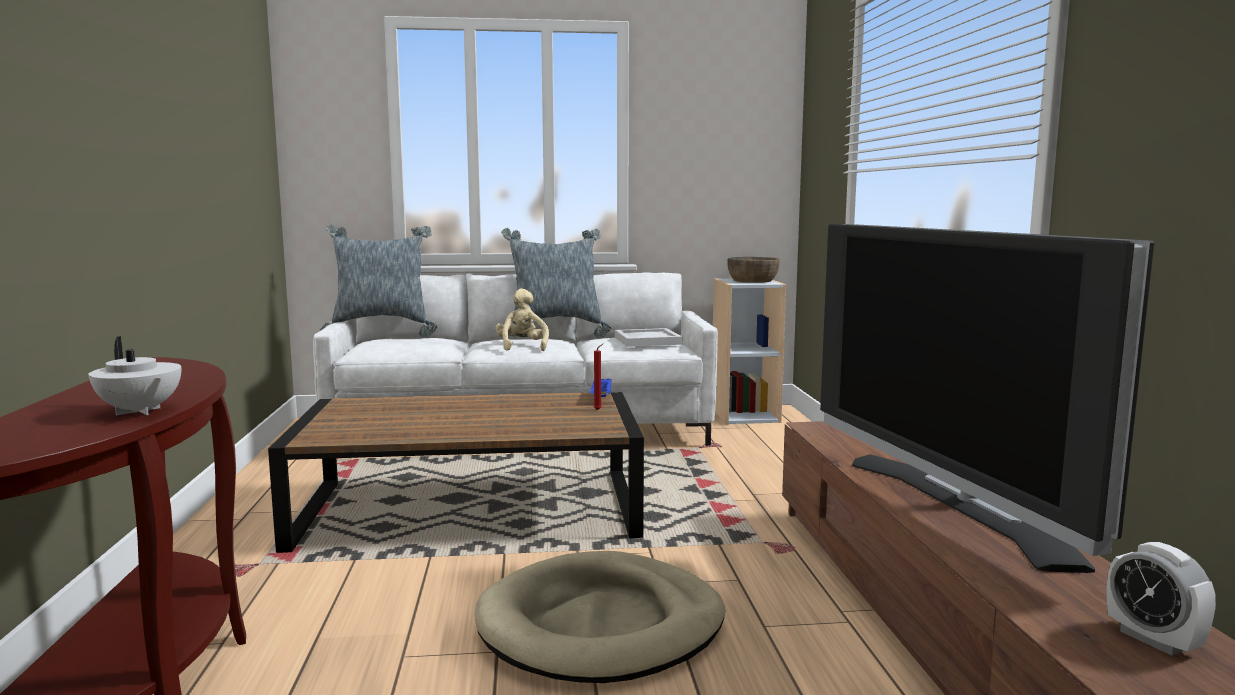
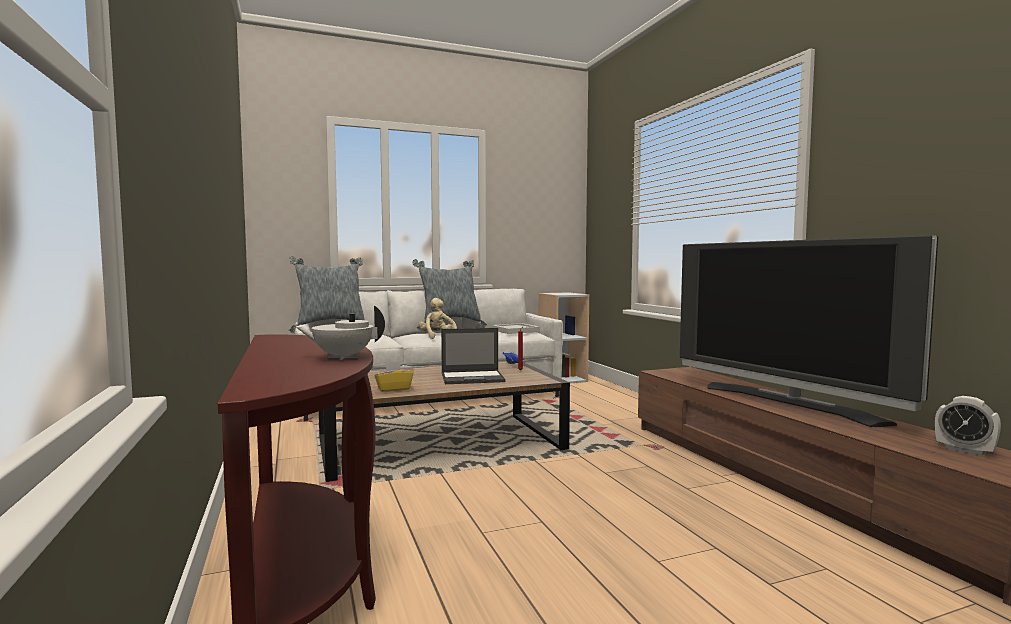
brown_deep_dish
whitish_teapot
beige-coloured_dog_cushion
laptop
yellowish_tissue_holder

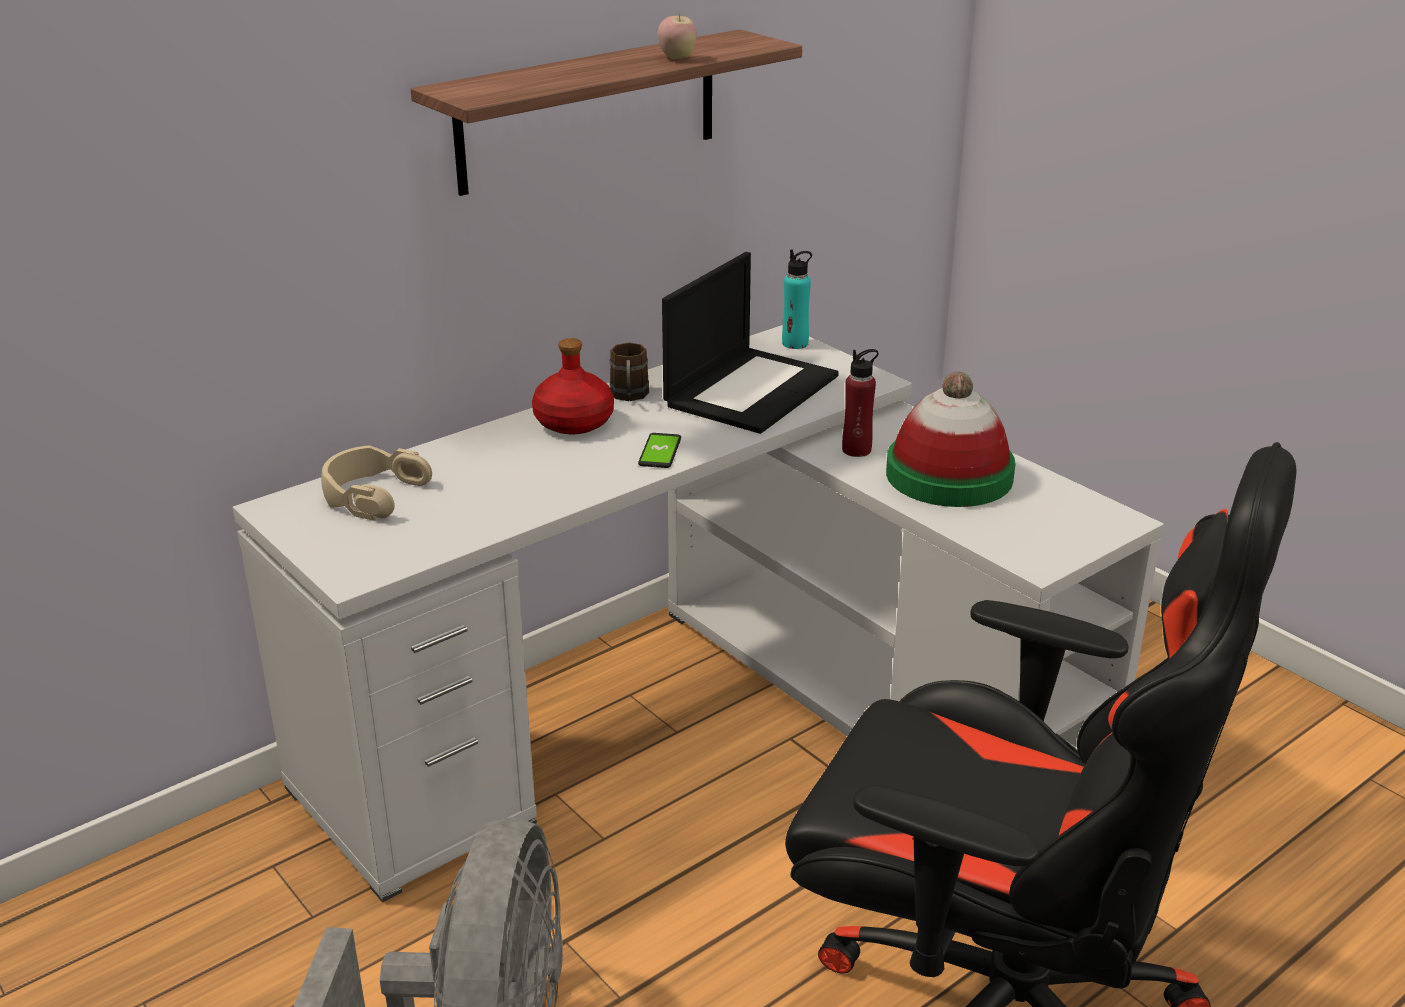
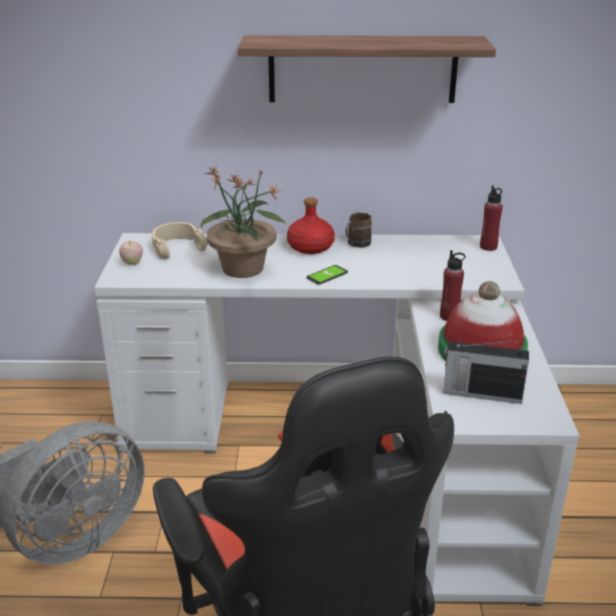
whole_apple
red_bottle (3rd from left)
laptop
houseplant
radio_set

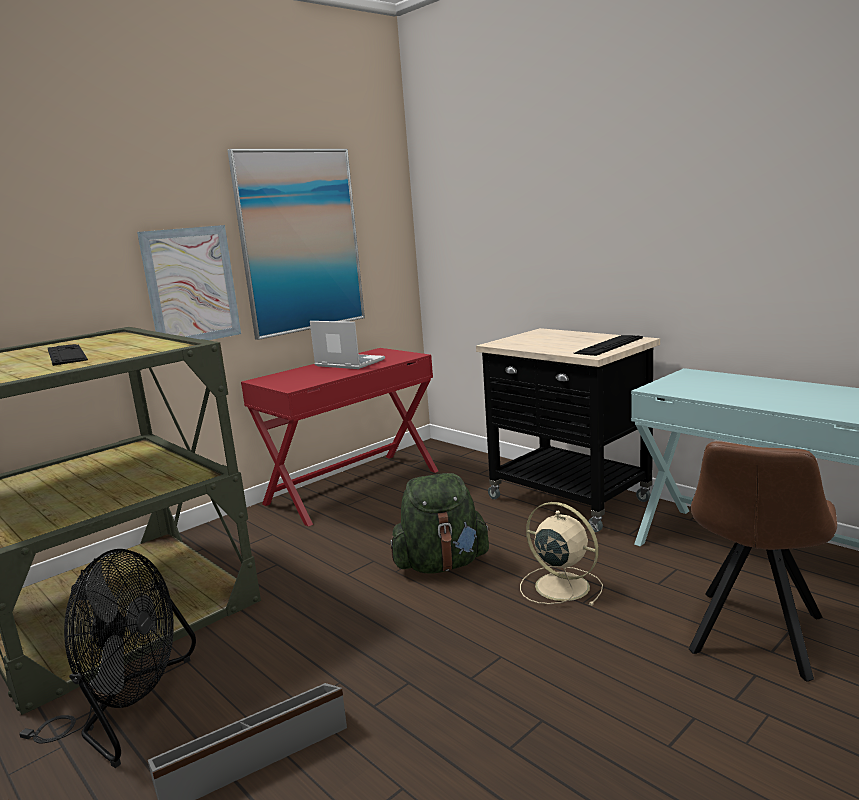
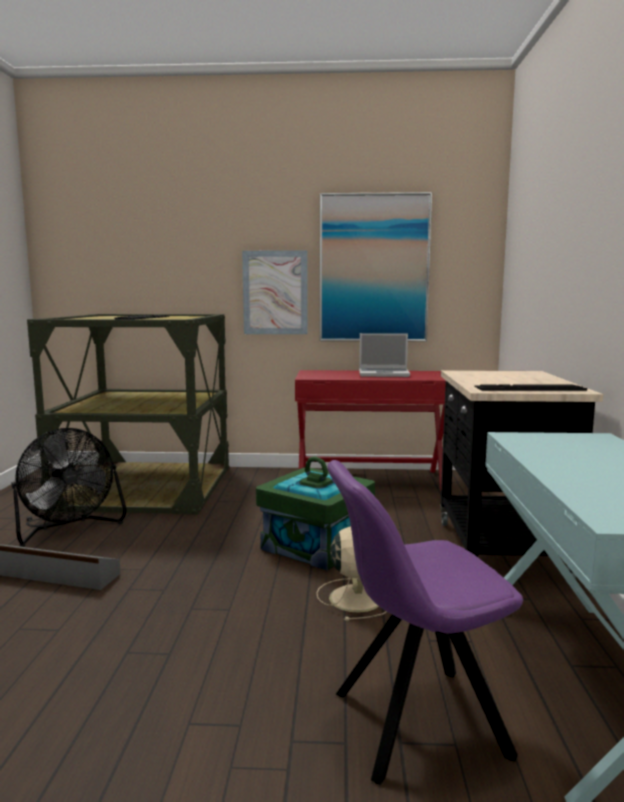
laptop
purple-coloured_chair
greenish_storage_box

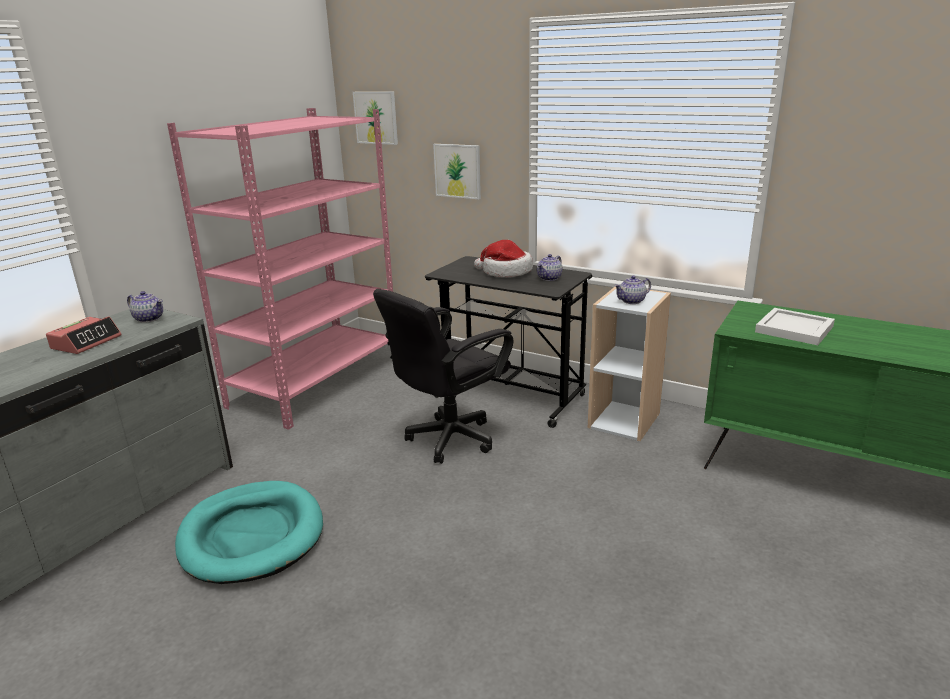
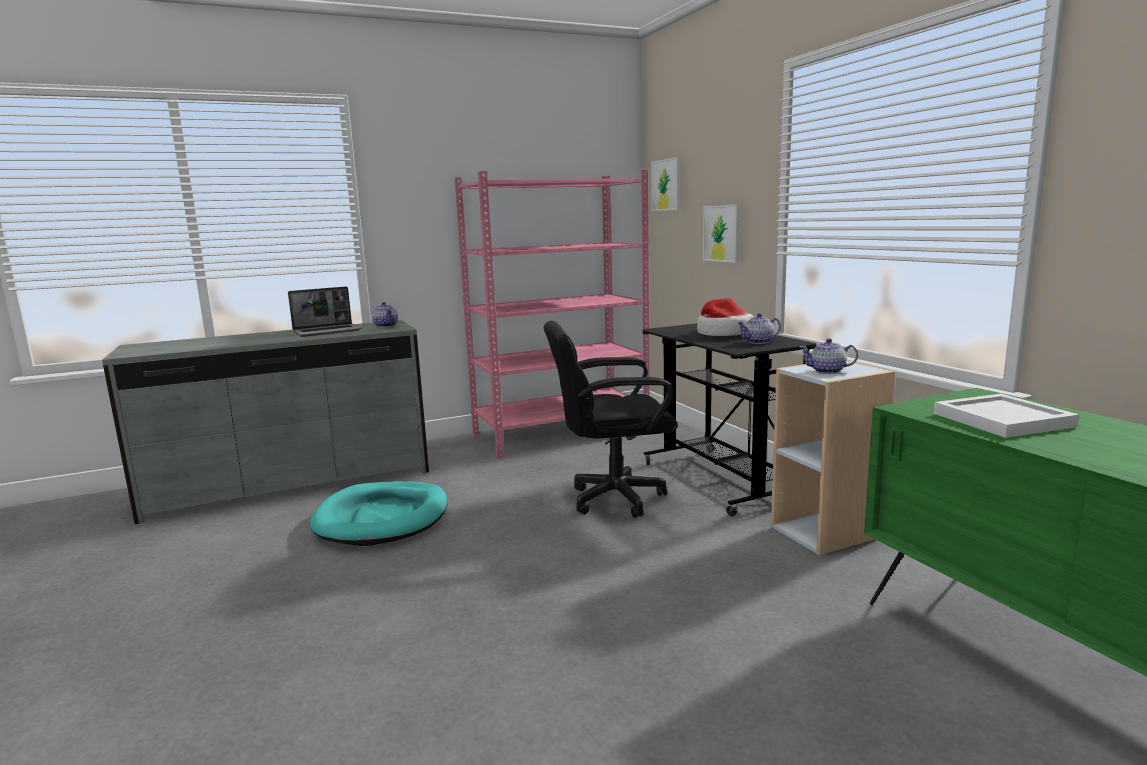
laptop

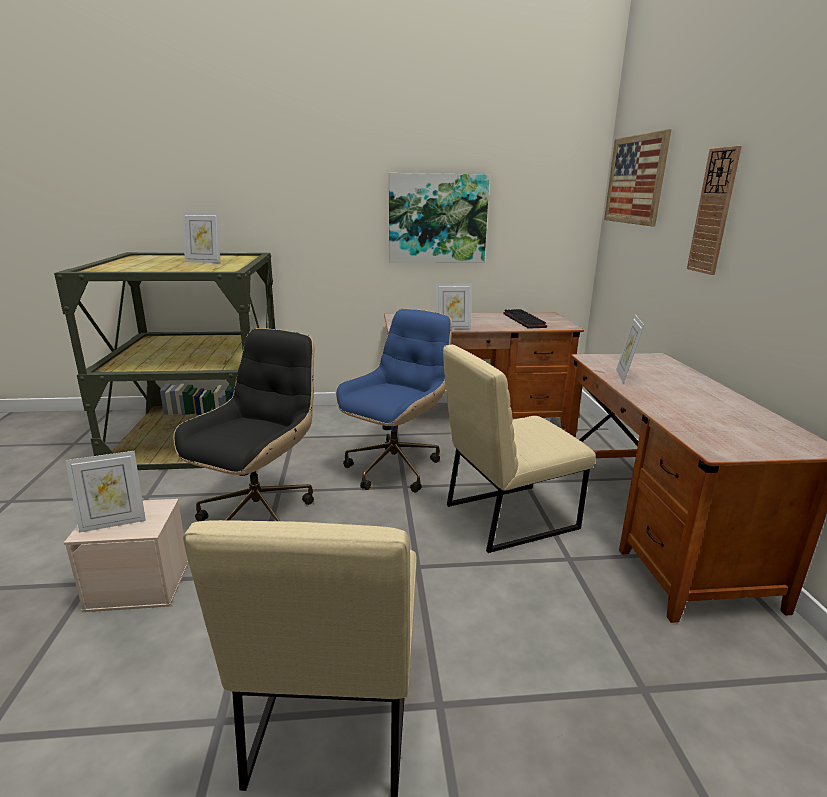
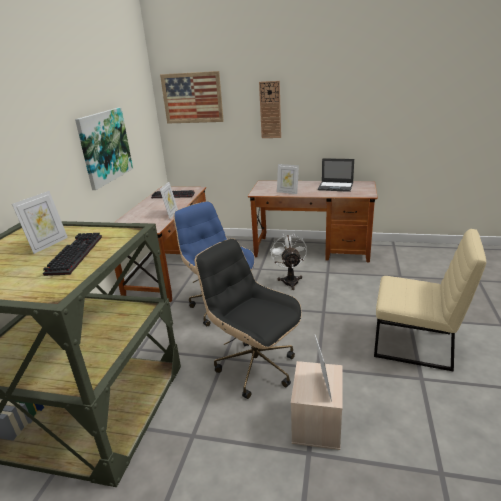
whitish_fan
laptop
keyboard (1st from left)

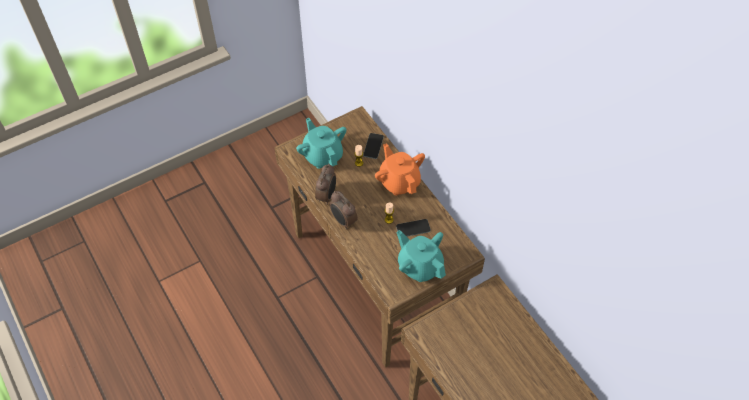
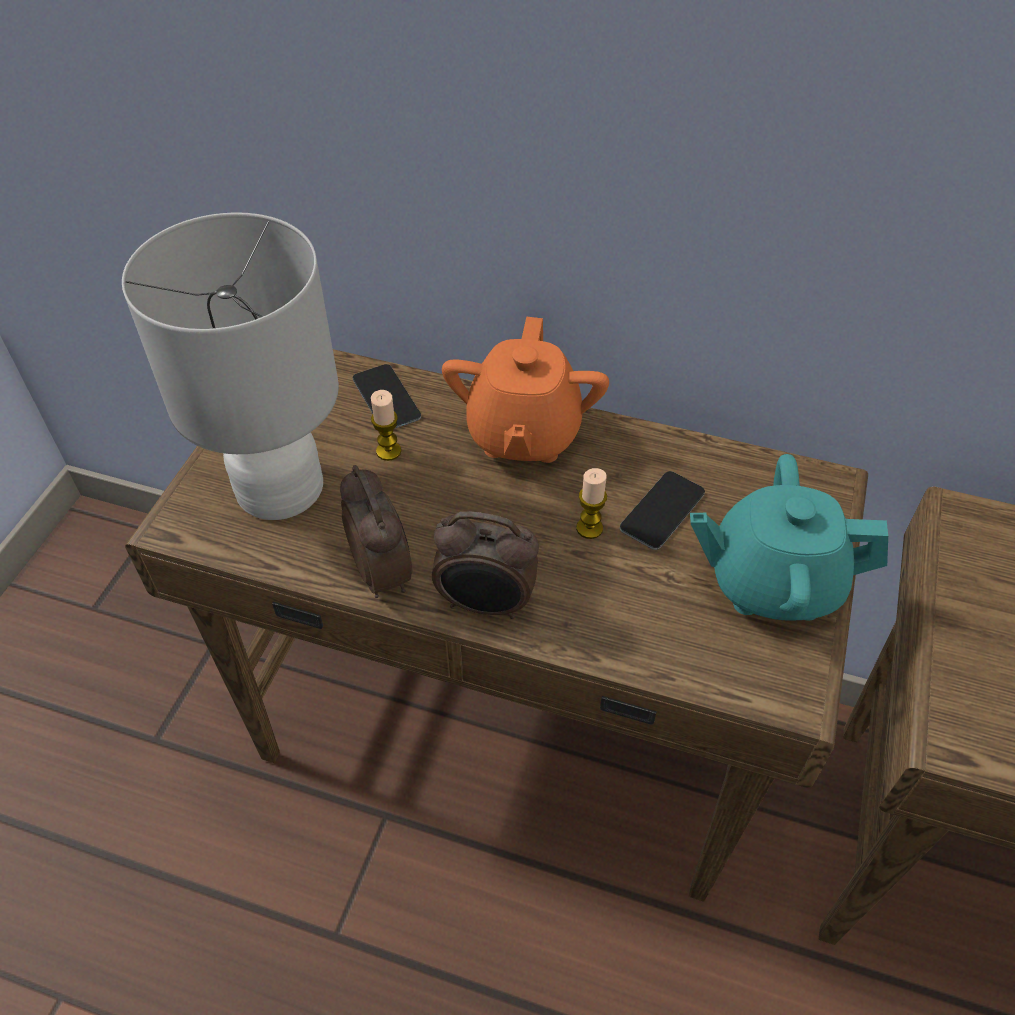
grey_tabletop_lamp
orange-coloured_teapot

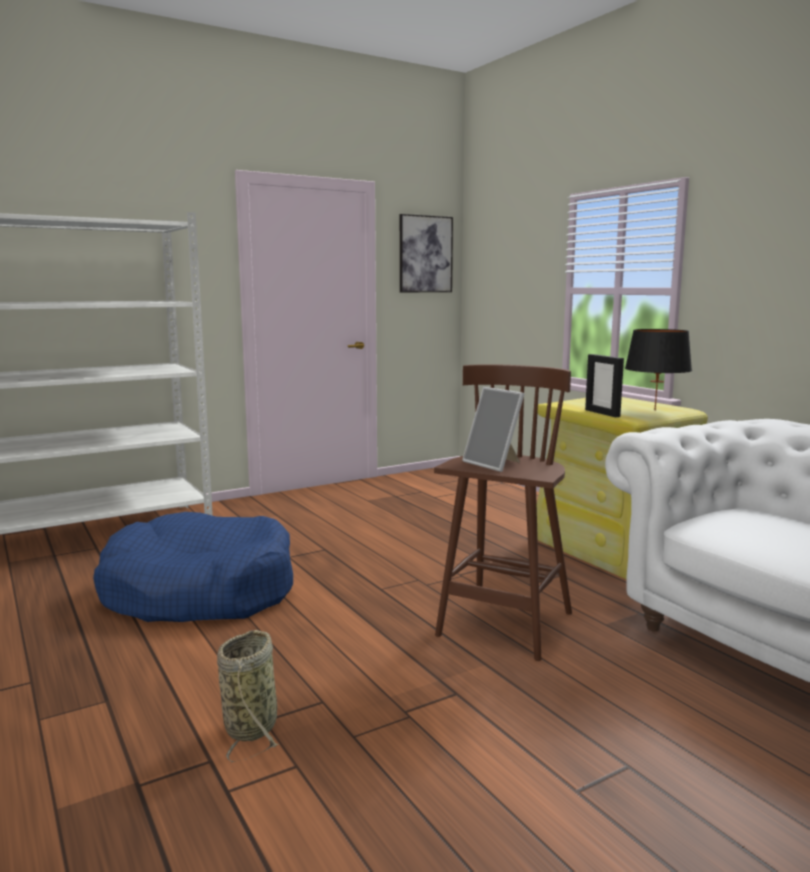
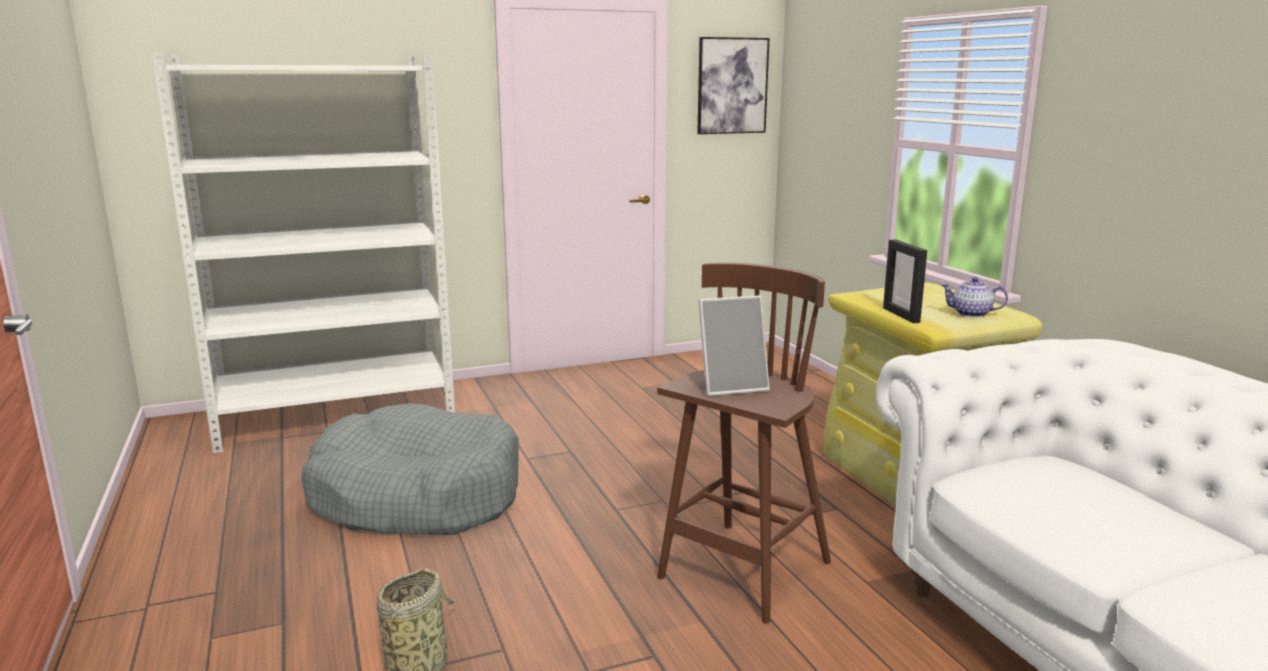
teapot
photo_frame (1st from left)
grey_dog_cushion

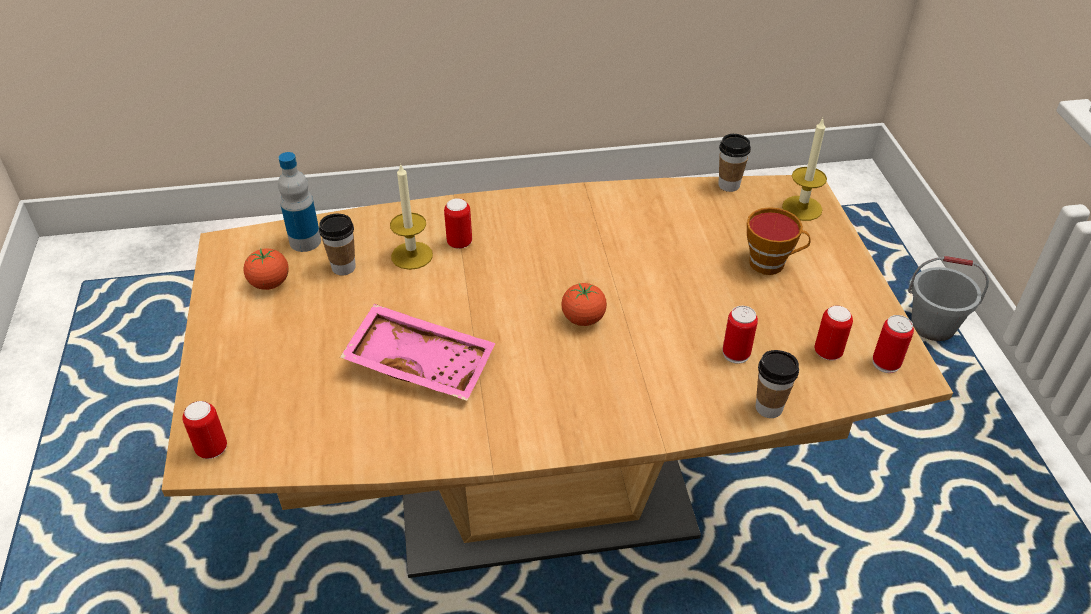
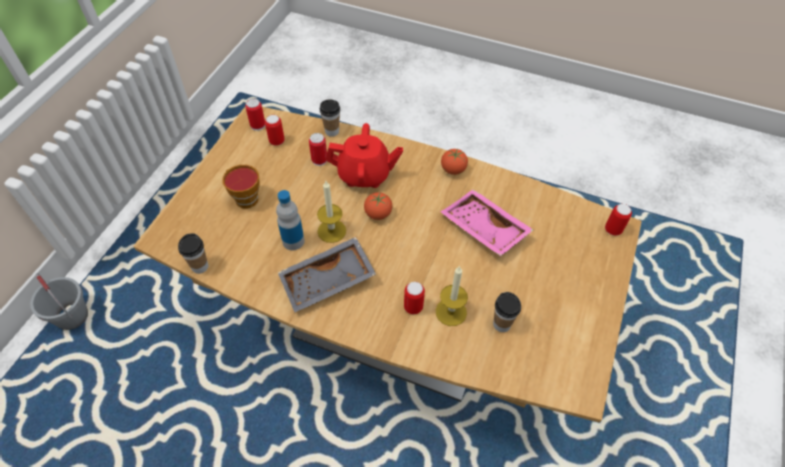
wax_light (1st from left)
bottle
fresh_tomato (2nd from left)
red_teapot
grey_carrying_tray

